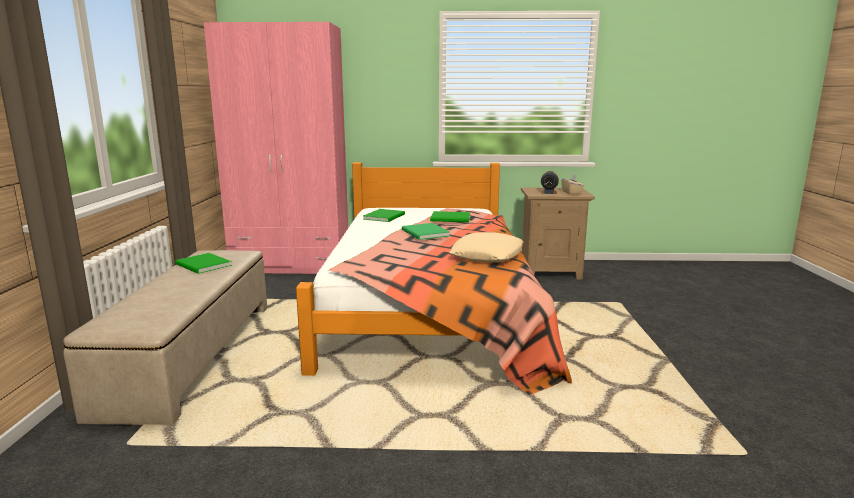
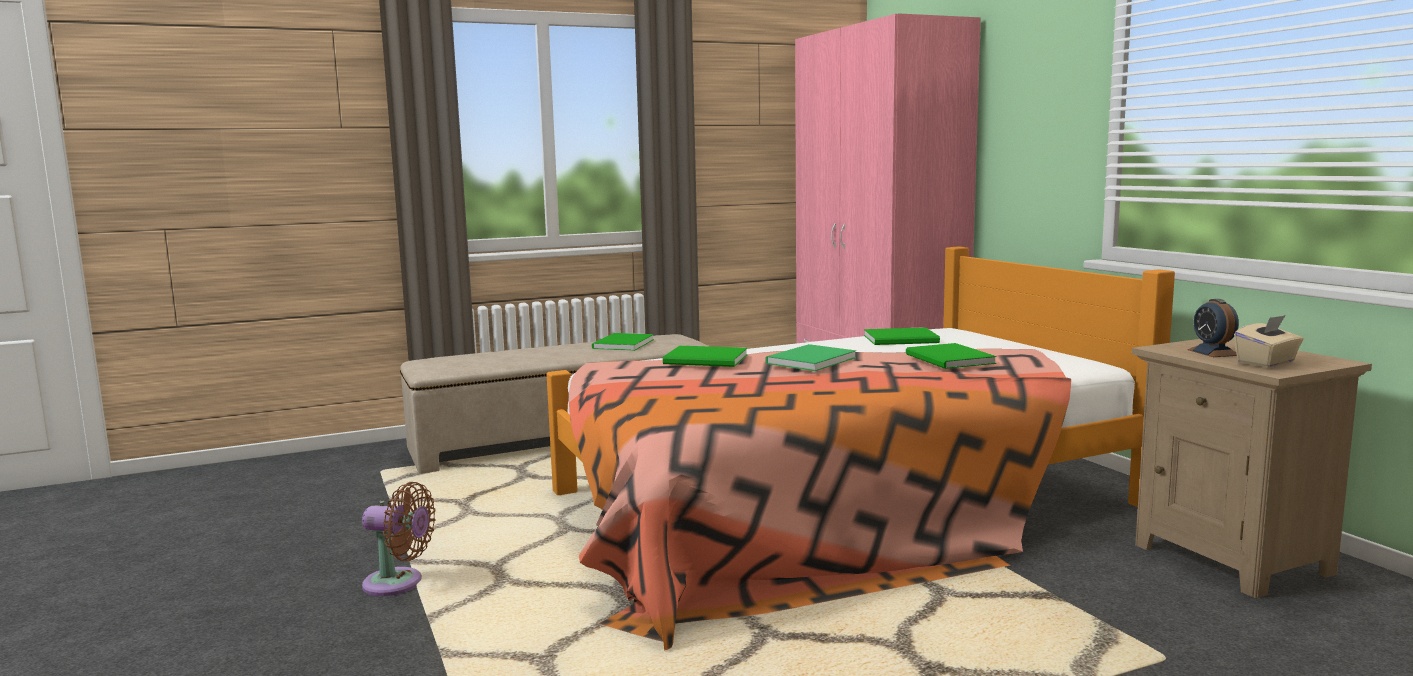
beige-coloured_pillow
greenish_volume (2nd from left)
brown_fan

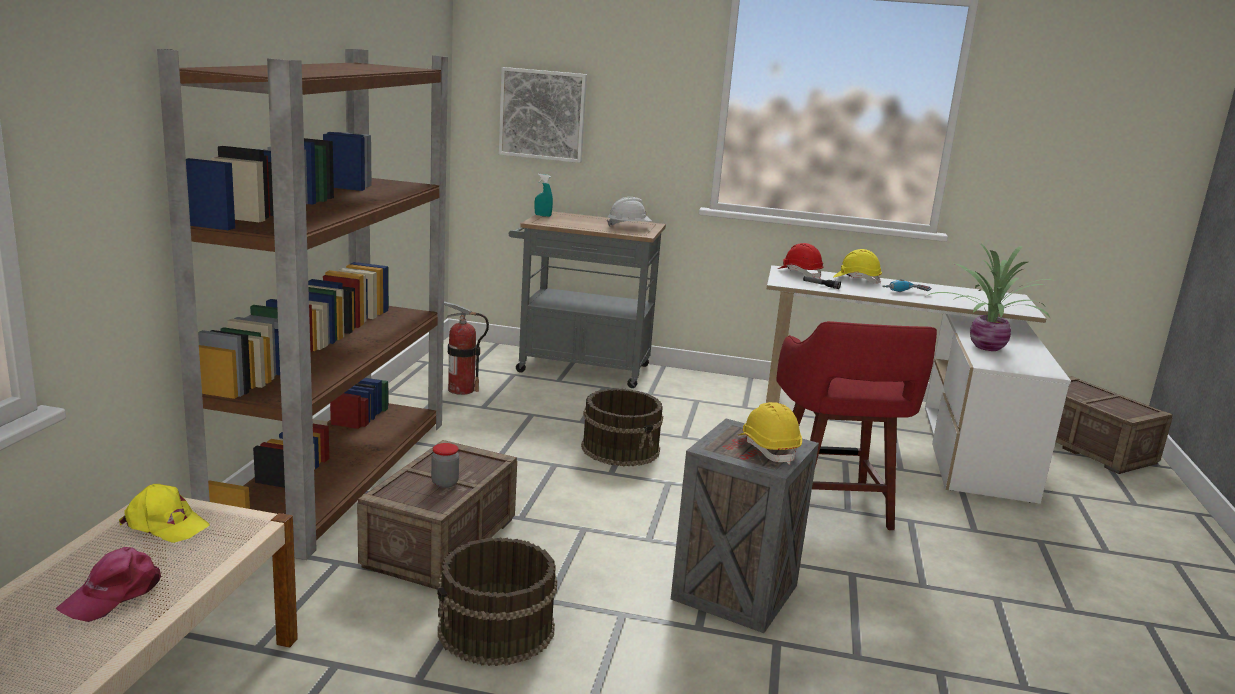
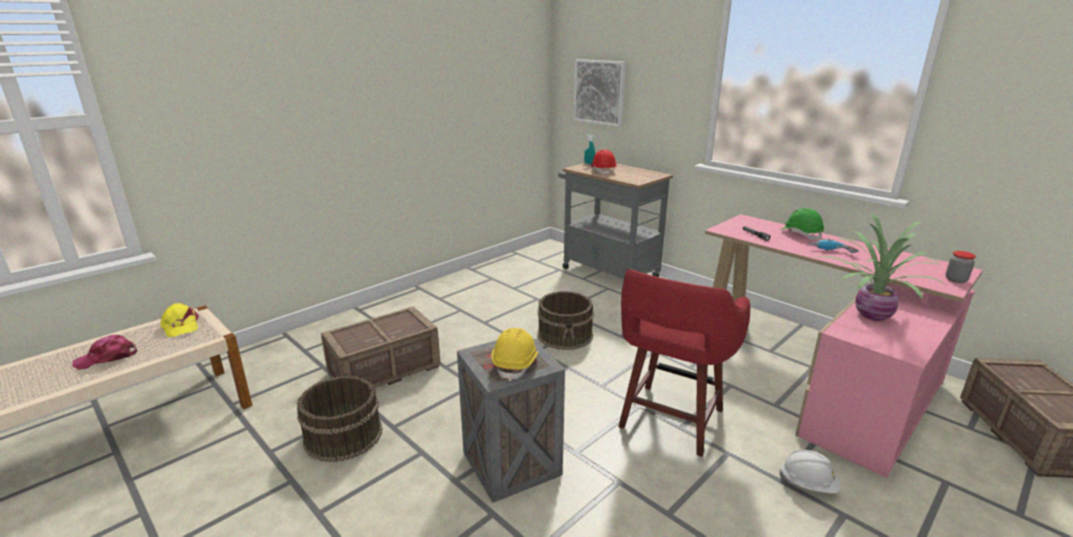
brown_bookcase
whitish_hard_hat
red_hard_hat
greenish_hard_hat
pinkish_desk
fire-fighting_cylinder
jar

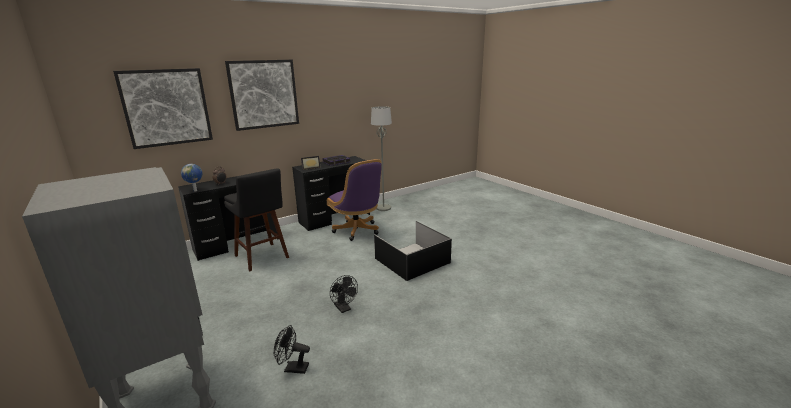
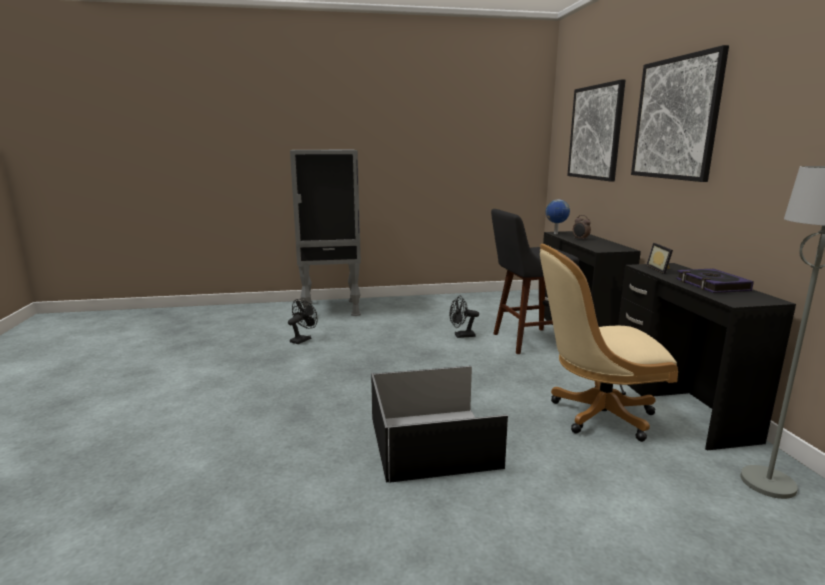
beige-coloured_desk_chair
black_fan (2nd from left)

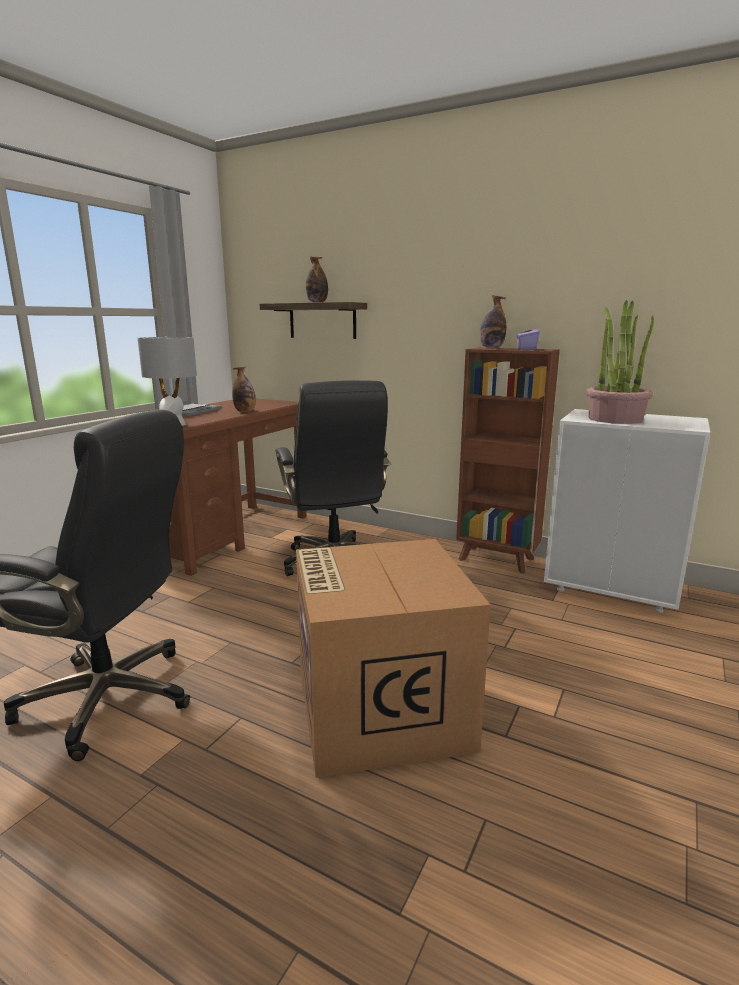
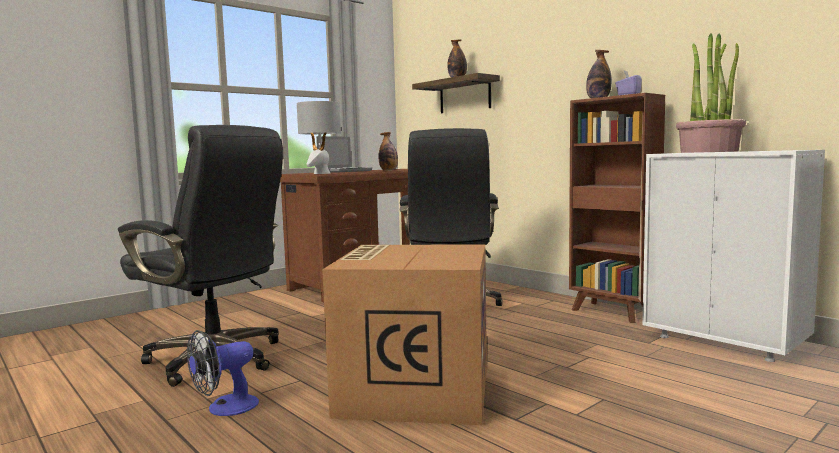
fan

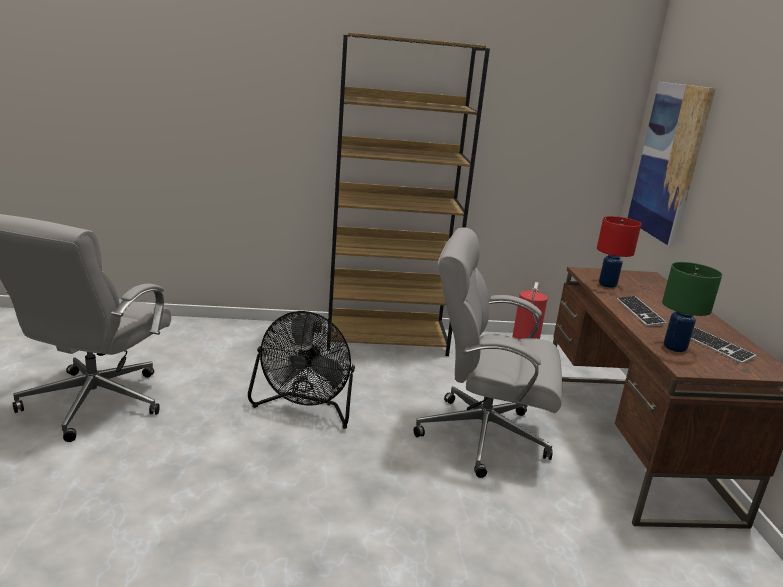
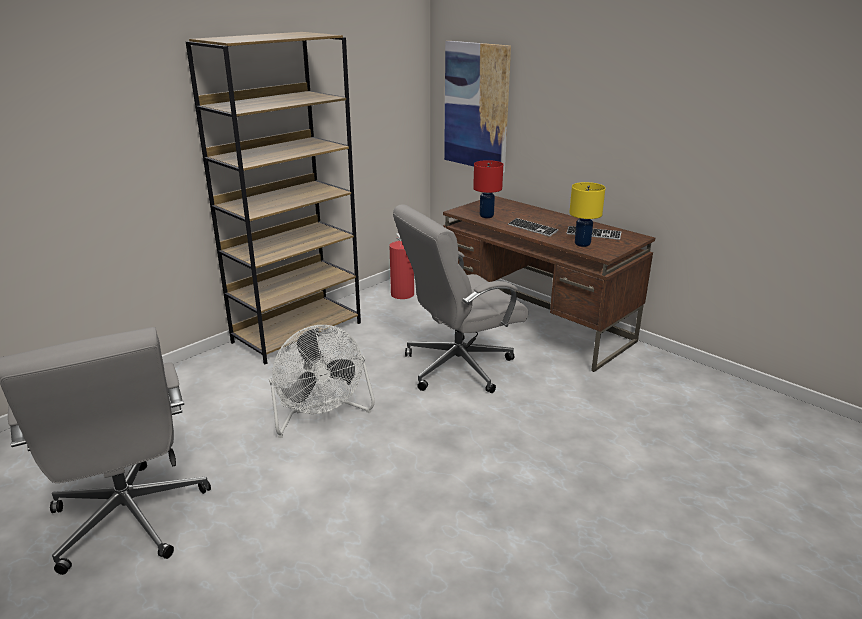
yellowish_tabletop_lamp
whitish_fan

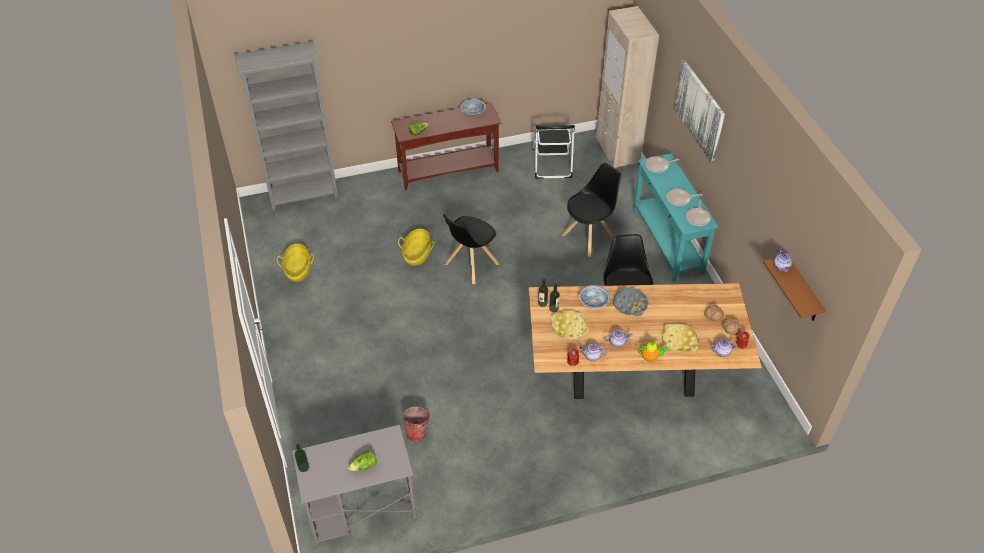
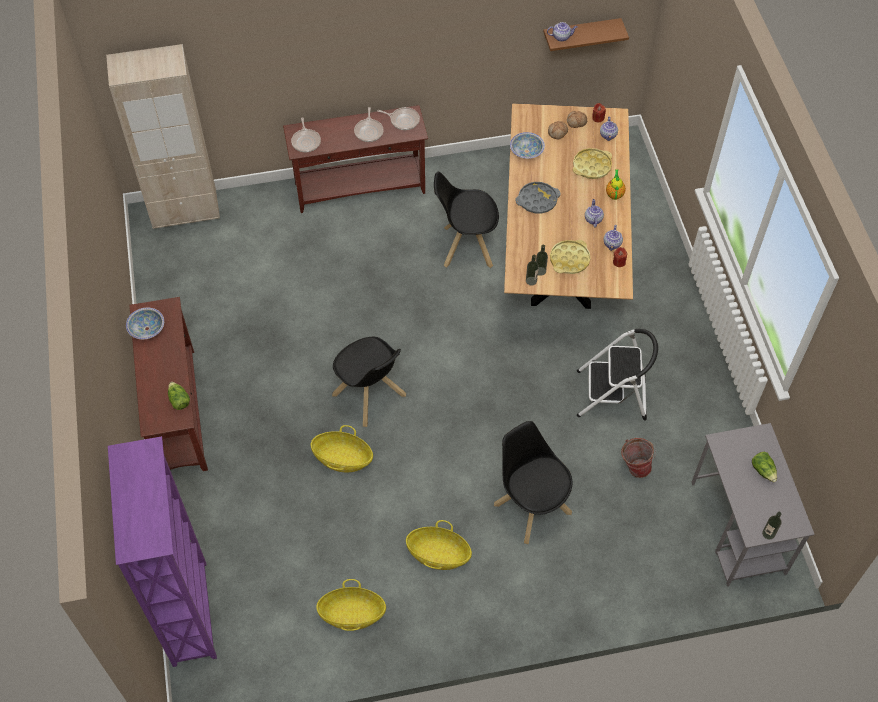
purple-coloured_bookcase
picture
stepladder
brown_narrow_table (2nd from left)
black_chair (3rd from left)
deep_dish (2nd from left)
storage_basket (3rd from left)

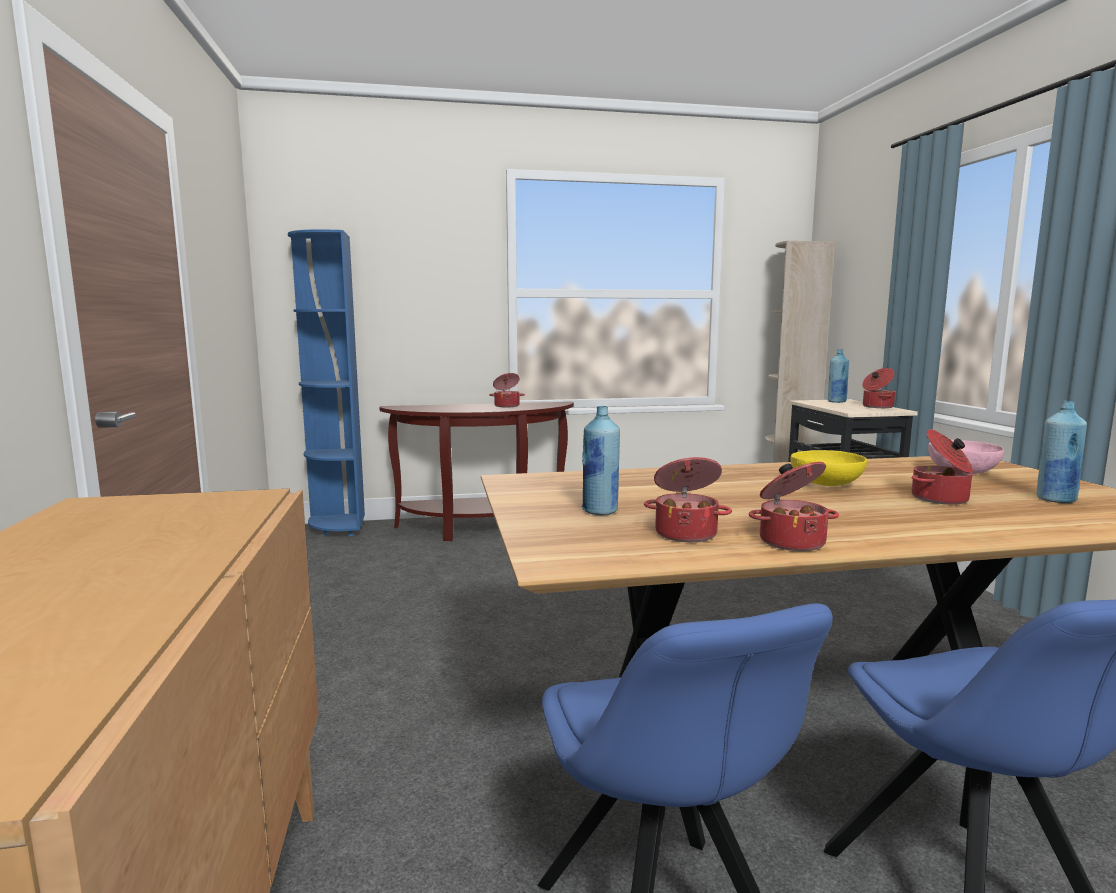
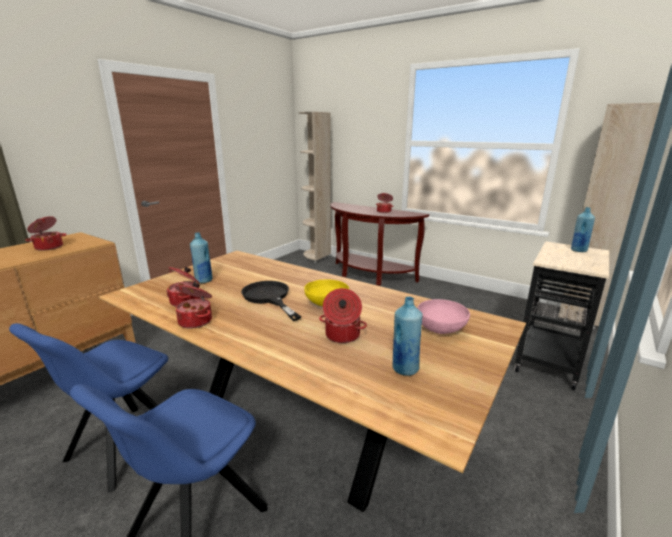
beige-coloured_bookcase (1st from left)
stockpot (1st from left)
black_skillet

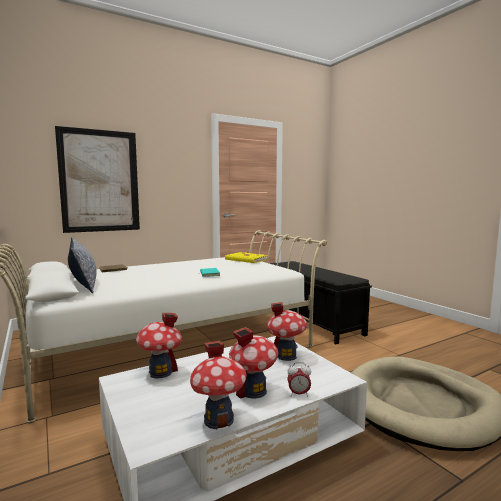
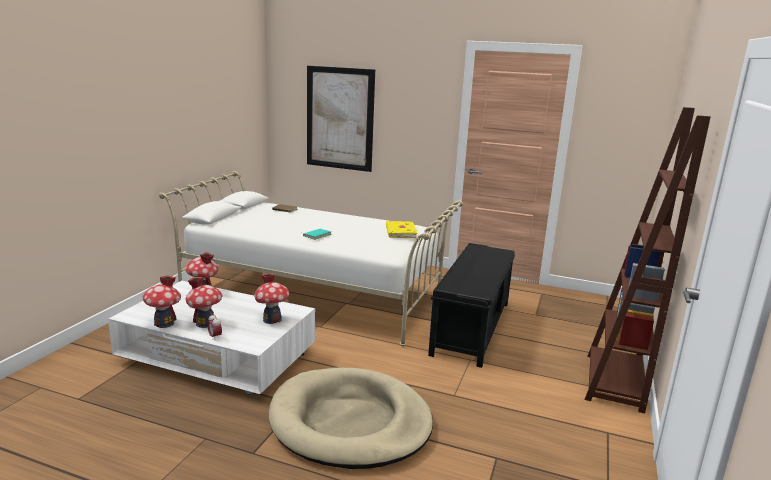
pillow
brown_bookcase

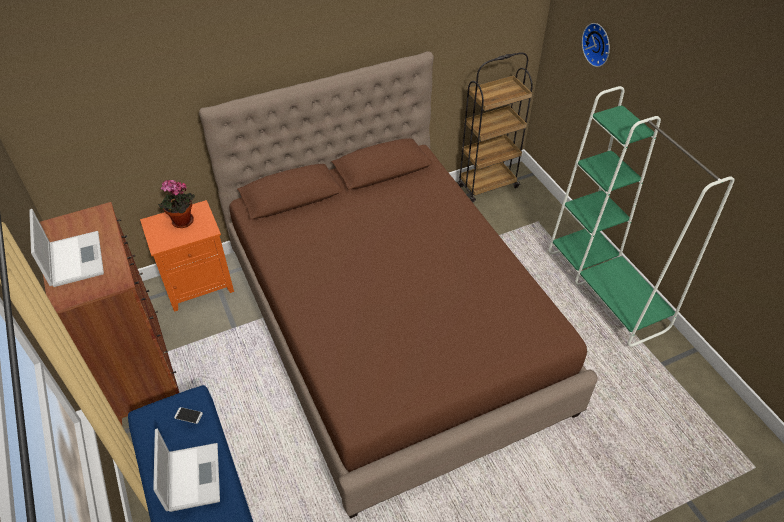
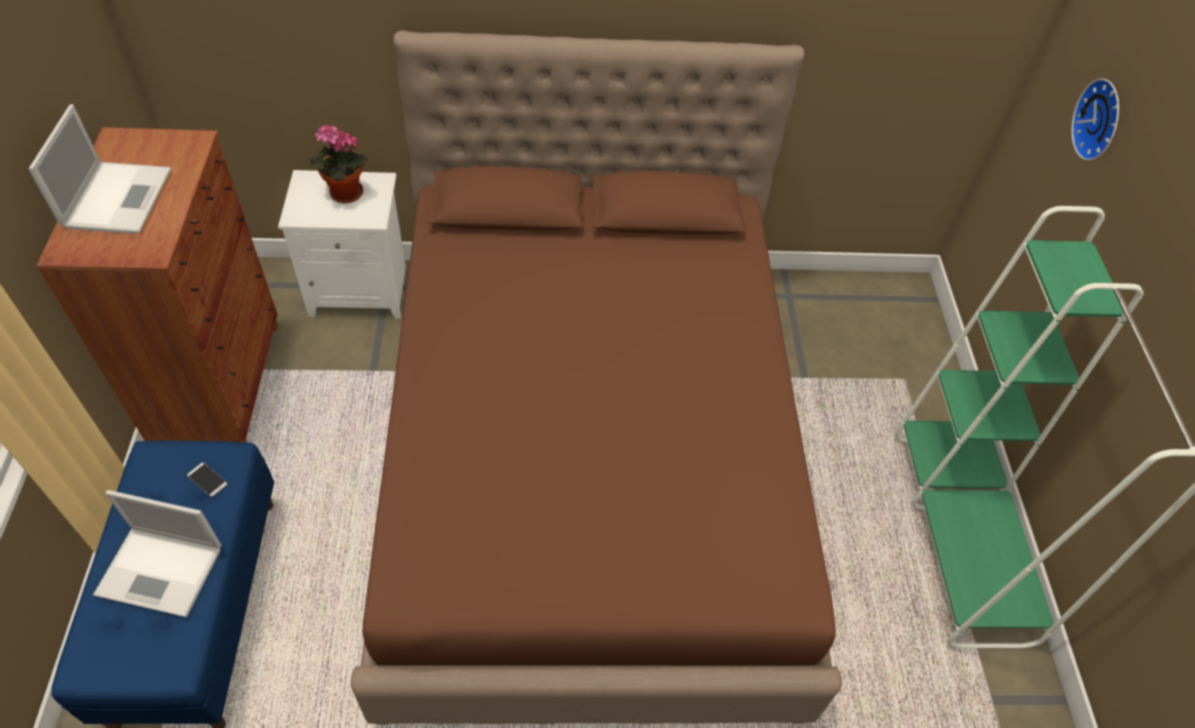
brown_cart
whitish_night_table
laptop (2nd from left)

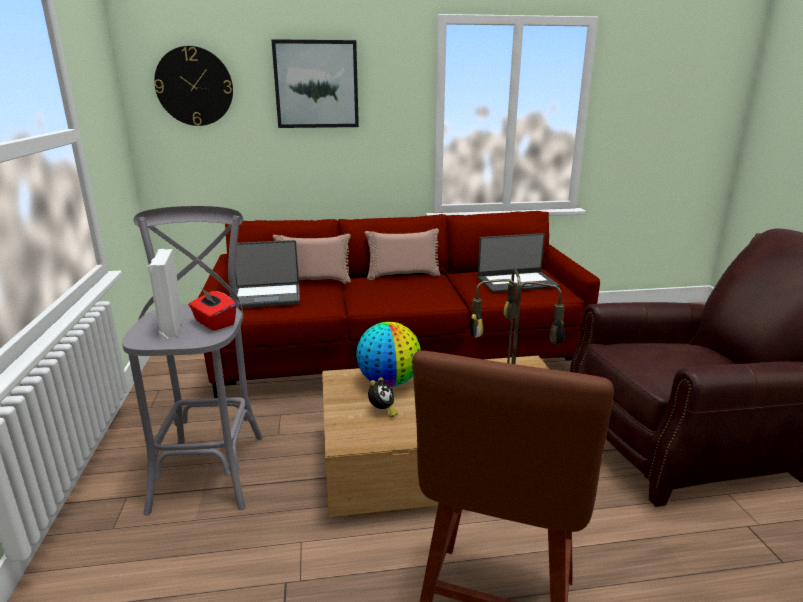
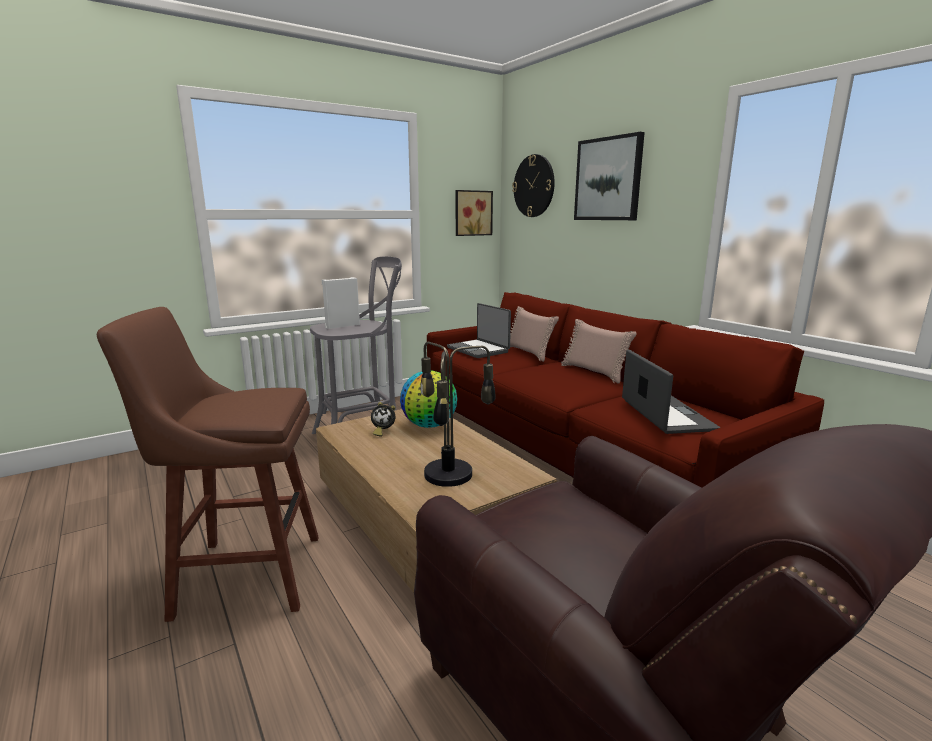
laptop (2nd from left)
red_tissue_holder
picture (1st from left)

